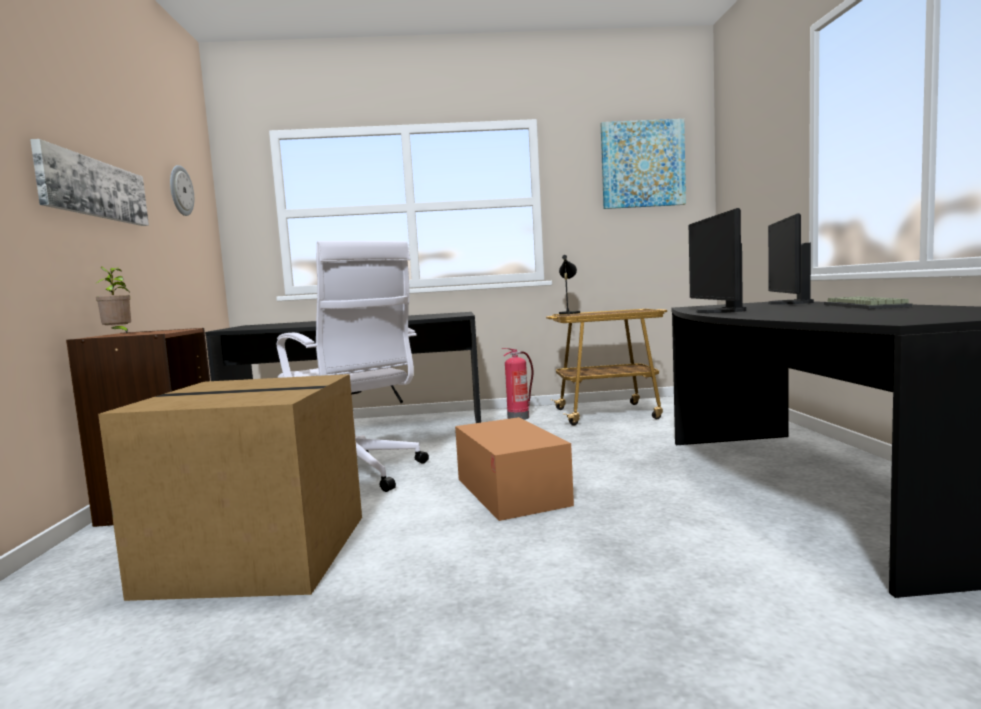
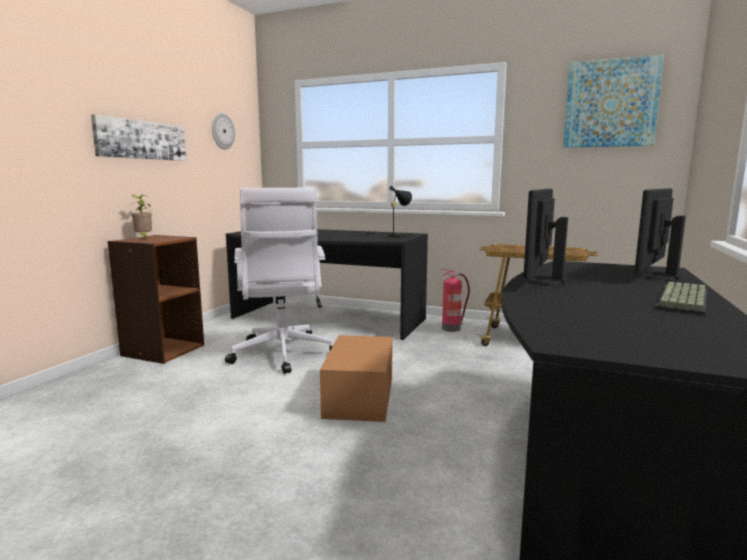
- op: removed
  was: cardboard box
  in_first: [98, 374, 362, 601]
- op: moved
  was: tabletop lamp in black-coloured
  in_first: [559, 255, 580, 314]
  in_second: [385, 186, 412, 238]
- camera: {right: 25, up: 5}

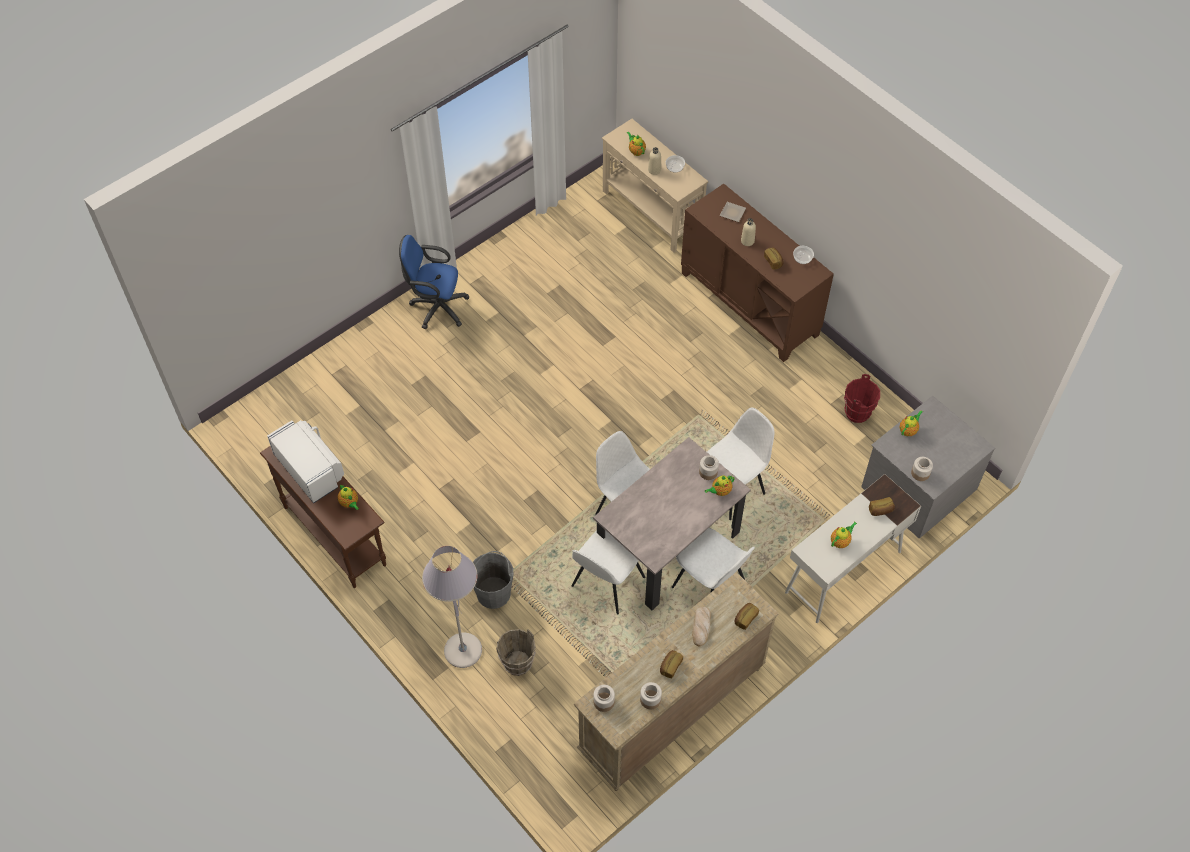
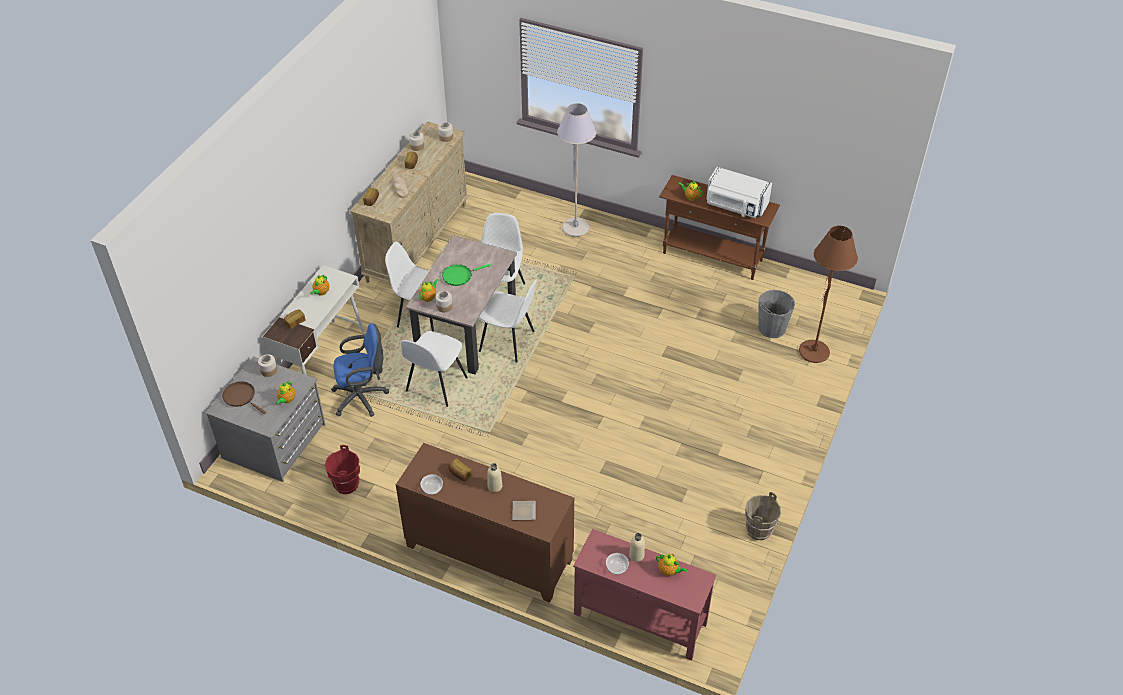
- op: moved
  was: office chair in blue-coloured
  in_first: [399, 235, 469, 329]
  in_second: [331, 323, 389, 417]
- op: moved
  was: bucket in gray
  in_first: [473, 551, 514, 609]
  in_second: [758, 290, 795, 338]
- op: moved
  was: bucket in brown
  in_first: [496, 629, 536, 676]
  in_second: [745, 492, 781, 540]
- op: recoloured
  was: narrow table in beige-coloured
  now: narrow table in reddish
  in_first: [602, 119, 708, 253]
  in_second: [573, 529, 716, 661]
- op: added
  now: pan in brown
  in_second: [222, 381, 266, 414]
- op: added
  now: pan in green
  in_second: [442, 264, 491, 286]
- op: added
  now: floor lamp in brown
  in_second: [799, 226, 858, 363]
- camera: {right: 155, up: -10}

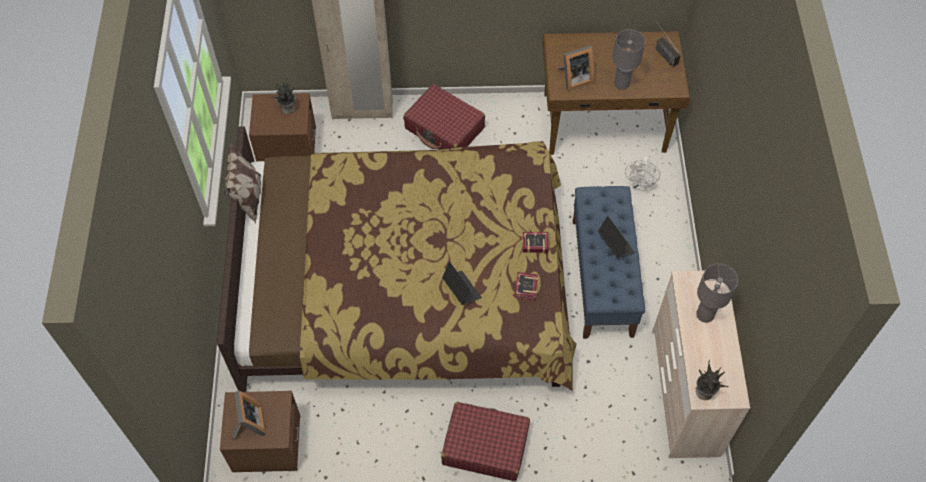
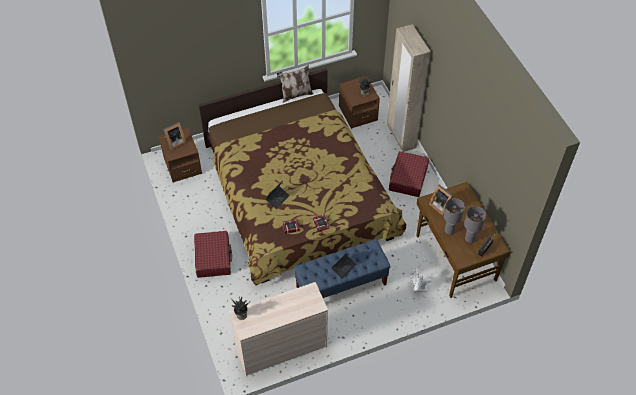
- op: moved
  was: tabletop lamp in gray
  in_first: [696, 263, 738, 323]
  in_second: [464, 206, 486, 243]
- camera: {right: 70, up: -5}

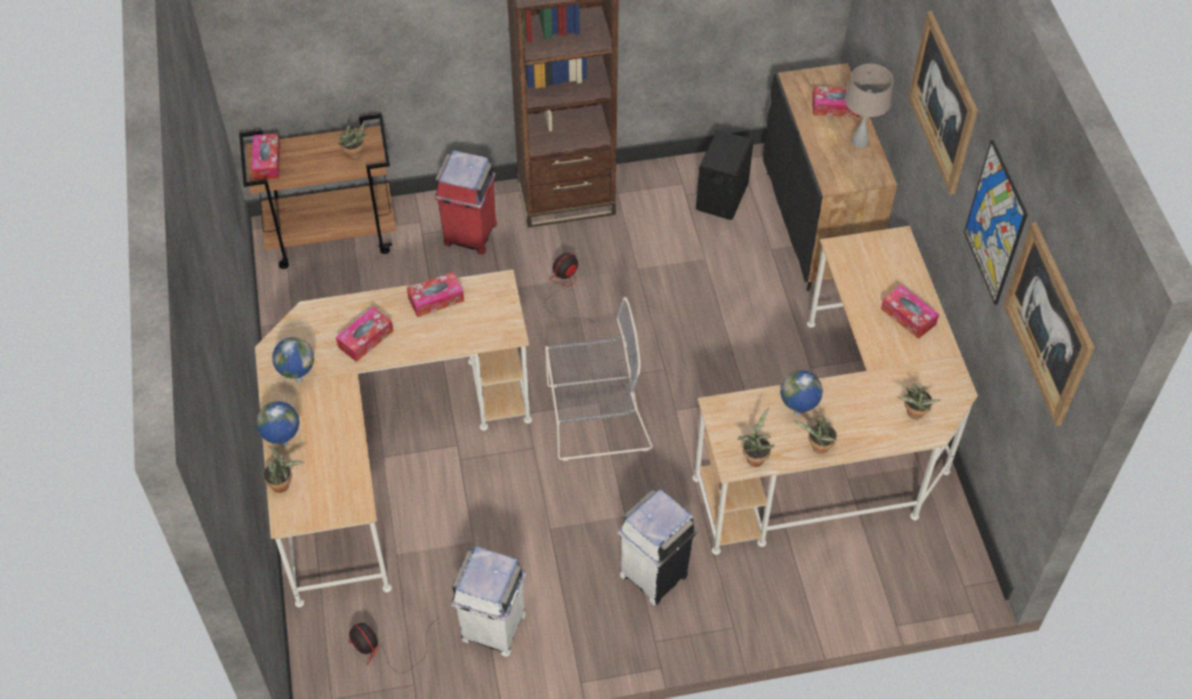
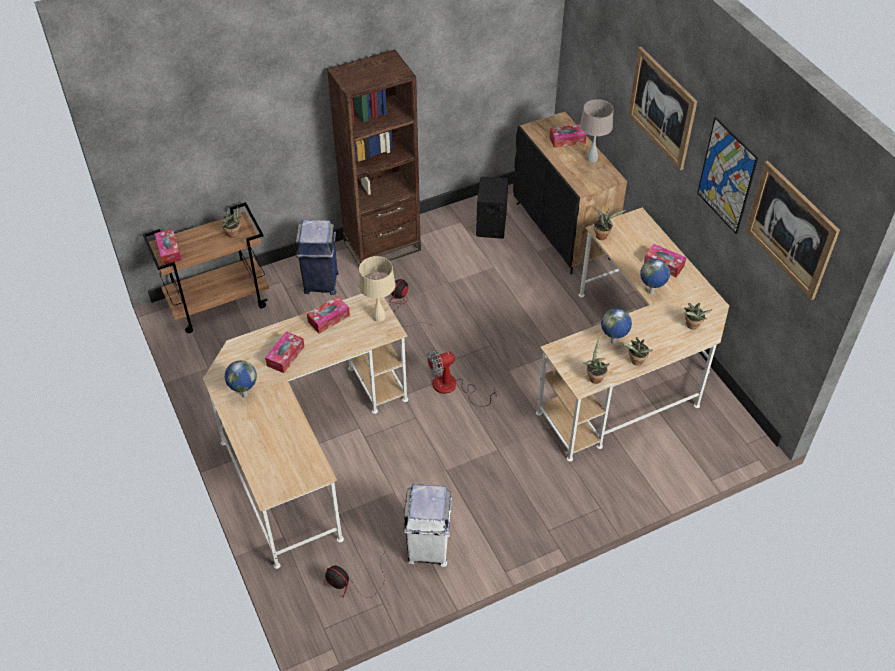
- op: moved
  was: world globe
  in_first: [256, 401, 299, 447]
  in_second: [640, 259, 670, 294]
- op: moved
  was: houseplant
  in_first: [263, 446, 305, 493]
  in_second: [594, 209, 626, 240]
- op: recoloured
  was: trash can in reddish
  now: trash can in blue-coloured
  in_first: [434, 150, 497, 255]
  in_second: [296, 220, 339, 295]
- op: replaced
  was: plain chair in gray
  now: electric fan
  in_first: [545, 297, 653, 461]
  in_second: [427, 348, 497, 407]
- op: removed
  was: trash can in white
  in_first: [618, 489, 697, 606]
- op: added
  now: tabletop lamp in beige-coloured
  in_second: [358, 256, 396, 322]
- camera: {right: -15, up: -5}

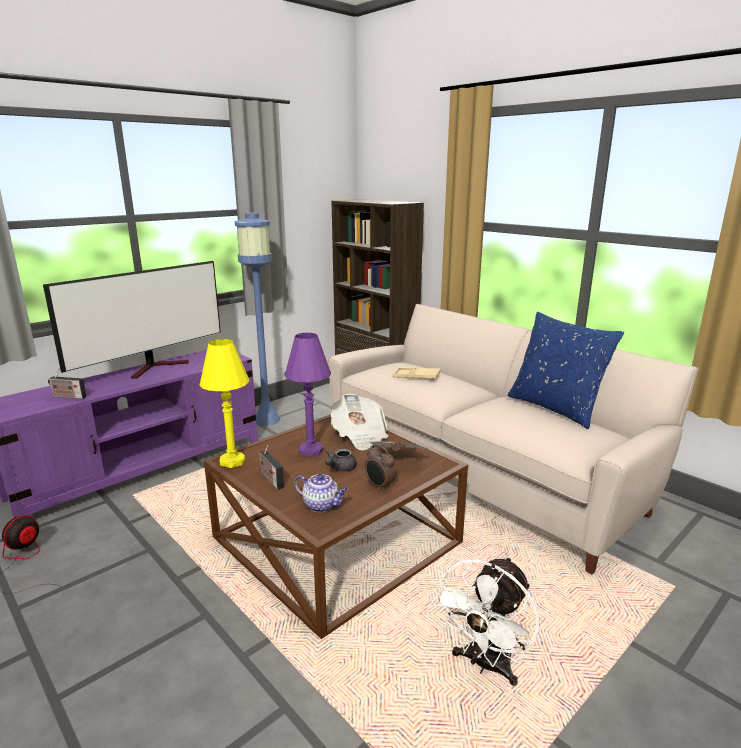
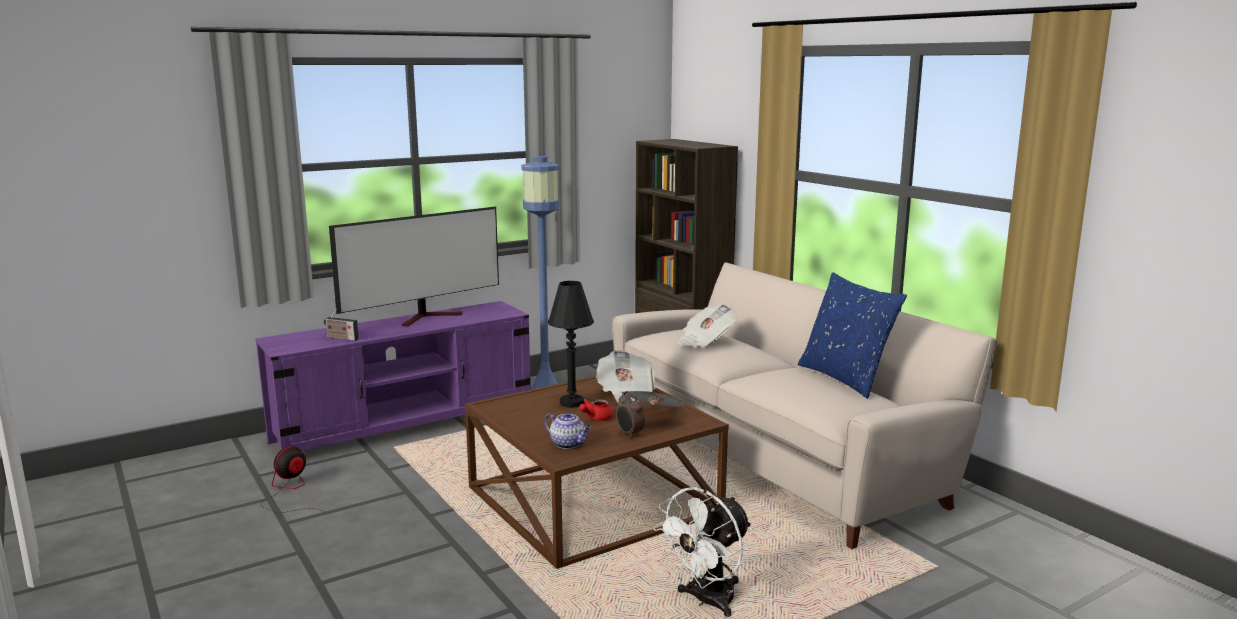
- op: removed
  was: tabletop lamp in yellowish
  in_first: [199, 339, 249, 468]
- op: removed
  was: radio
  in_first: [259, 445, 284, 490]
- op: recoloured
  was: tabletop lamp in purple-coloured
  now: tabletop lamp in black-coloured
  in_first: [284, 333, 331, 457]
  in_second: [548, 281, 594, 408]
- op: recoloured
  was: teapot in gray
  now: teapot in reddish
  in_first: [325, 449, 357, 471]
  in_second: [579, 399, 613, 421]
- op: replaced
  was: serving tray in beige-coloured
  now: daily paper
  in_first: [393, 367, 441, 380]
  in_second: [677, 304, 737, 347]
- camera: {right: 10, up: -5}

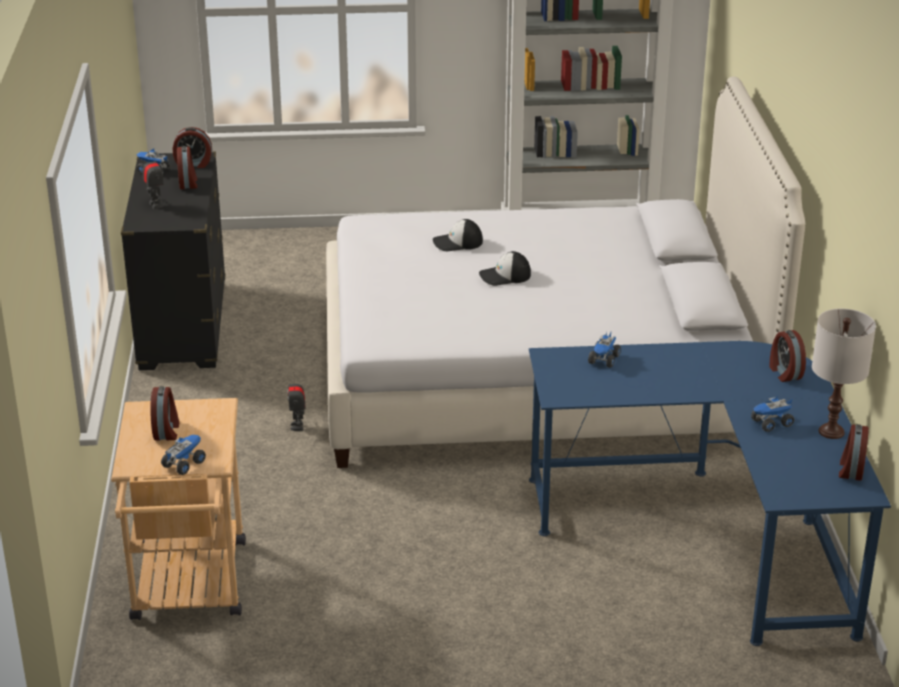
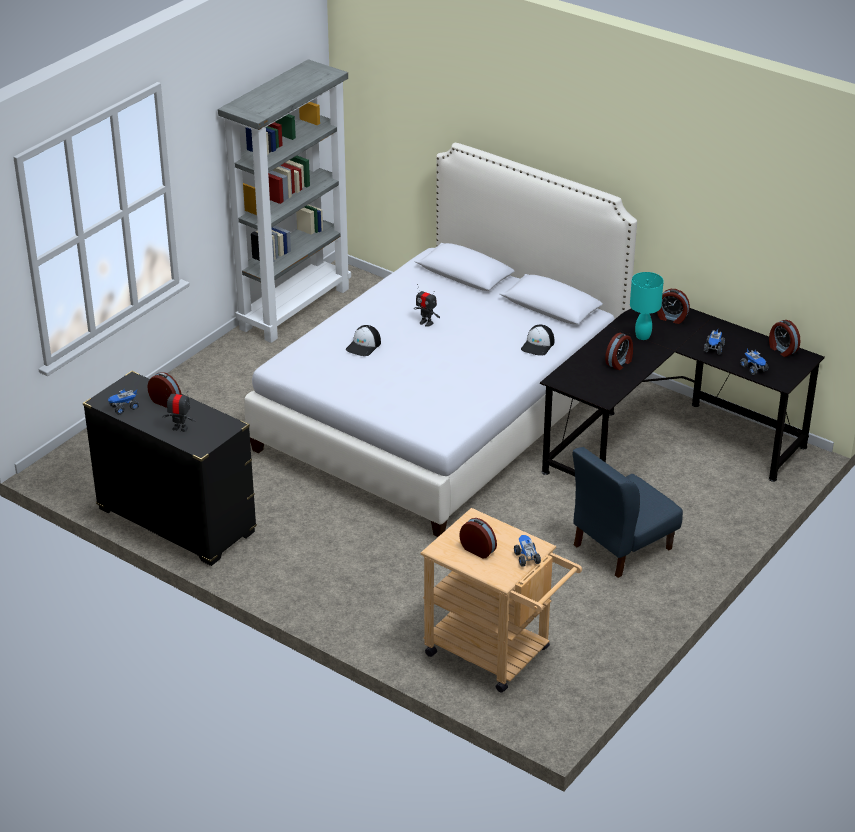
- op: moved
  was: alarm clock
  in_first: [173, 127, 212, 168]
  in_second: [605, 333, 633, 370]
- op: moved
  was: robot figure
  in_first: [287, 372, 305, 431]
  in_second: [414, 284, 440, 327]
- op: moved
  was: peaked cap
  in_first: [479, 251, 531, 286]
  in_second: [521, 325, 554, 356]
- op: recoloured
  was: desk unit in blue-coloured
  now: desk unit in black-coloured
  in_first: [529, 341, 891, 646]
  in_second: [540, 308, 825, 482]
- op: moved
  was: model truck
  in_first: [588, 332, 621, 368]
  in_second: [740, 349, 768, 375]
- op: removed
  was: tabletop lamp in white
  in_first: [812, 309, 876, 439]
- op: added
  now: plain chair in blue-coloured
  in_second: [573, 447, 683, 578]
- op: added
  now: tabletop lamp in blue-green
  in_second: [630, 272, 664, 340]
- camera: {right: -50, up: 5}

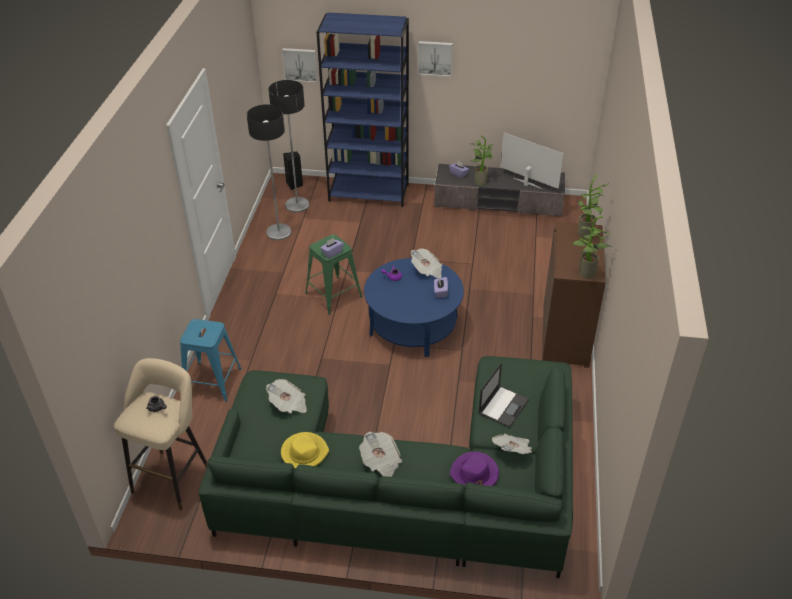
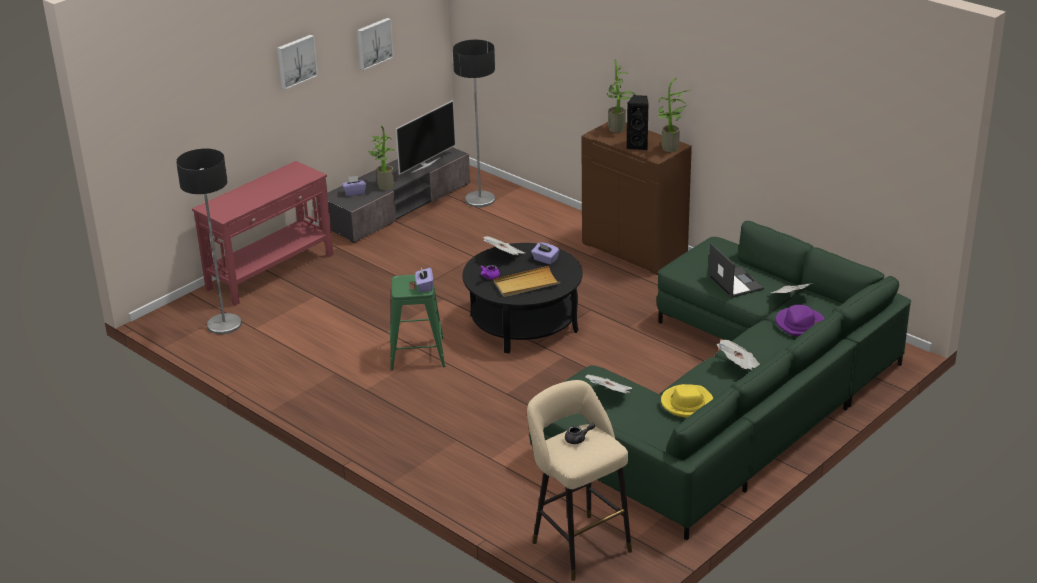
- op: removed
  was: stool in blue-coloured
  in_first: [180, 319, 242, 402]
- op: moved
  was: floor lamp
  in_first: [247, 104, 292, 240]
  in_second: [453, 40, 495, 207]
- op: moved
  was: wall picture
  in_first: [282, 48, 318, 83]
  in_second: [357, 18, 394, 70]
- op: moved
  was: loudspeaker in black-coloured
  in_first: [283, 151, 303, 190]
  in_second: [627, 95, 649, 150]
- op: replaced
  was: bookshelf in blue-coloured
  now: narrow table in reddish
  in_first: [316, 13, 409, 207]
  in_second: [192, 161, 333, 306]
- op: recoloured
  was: coffee table in blue-coloured
  now: coffee table in black-coloured
  in_first: [364, 258, 464, 357]
  in_second: [463, 243, 583, 353]
- op: turned
  was: television
  in_first: [501, 133, 564, 189]
  in_second: [396, 100, 456, 175]
  clockwise: 150
- op: added
  now: serving tray in beige-coloured
  in_second: [494, 266, 561, 297]
- camera: {right: -55, up: -10}

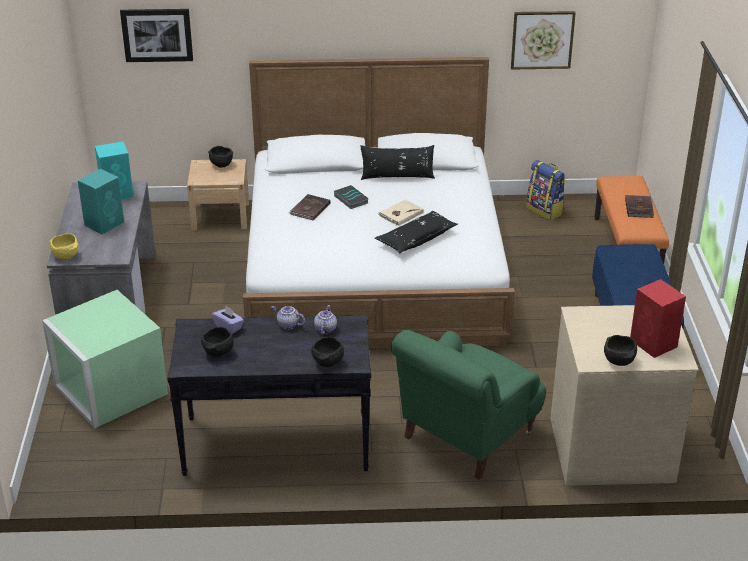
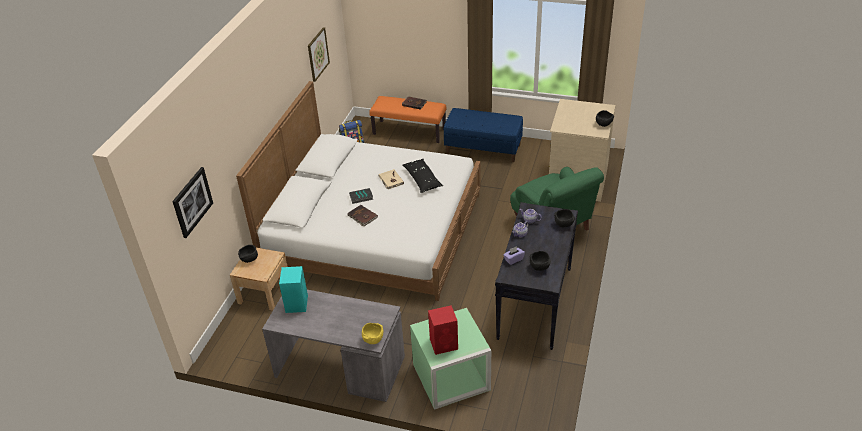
- op: removed
  was: loudspeaker in blue-green
  in_first: [78, 169, 124, 234]
- op: removed
  was: throw pillow in black-coloured
  in_first: [360, 145, 435, 180]
- op: moved
  was: loudspeaker in reddish
  in_first: [630, 279, 686, 358]
  in_second: [428, 305, 458, 355]
- camera: {right: -70, up: 5}

